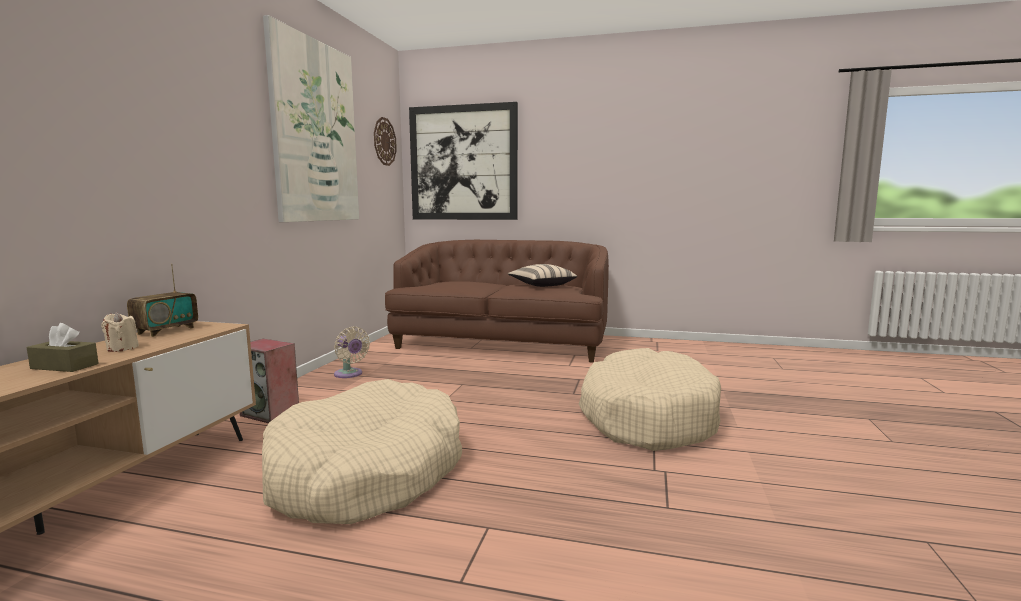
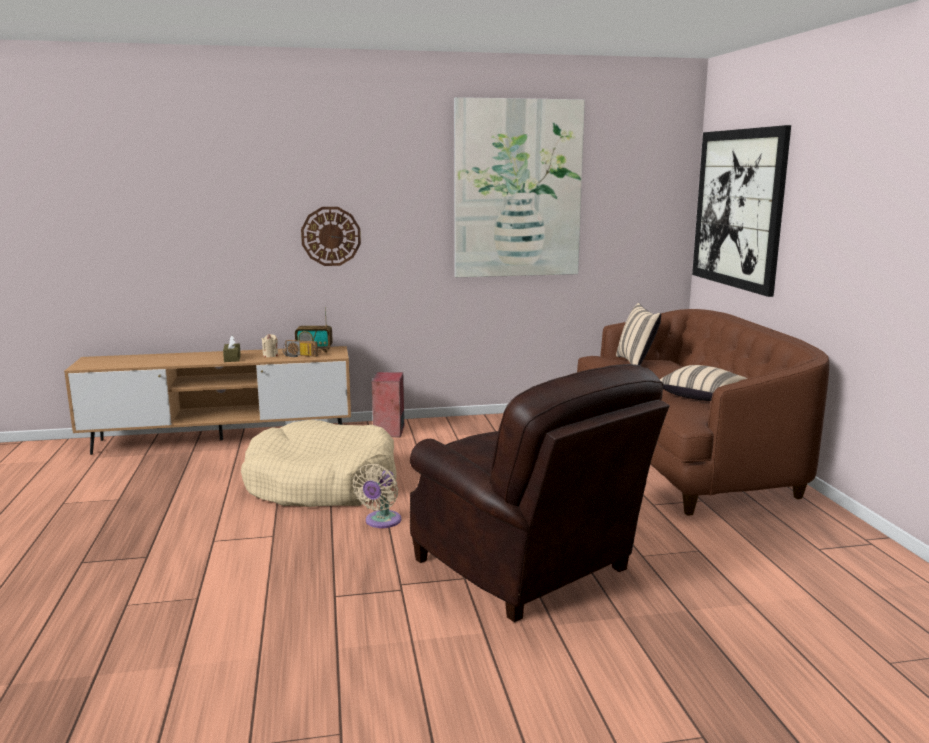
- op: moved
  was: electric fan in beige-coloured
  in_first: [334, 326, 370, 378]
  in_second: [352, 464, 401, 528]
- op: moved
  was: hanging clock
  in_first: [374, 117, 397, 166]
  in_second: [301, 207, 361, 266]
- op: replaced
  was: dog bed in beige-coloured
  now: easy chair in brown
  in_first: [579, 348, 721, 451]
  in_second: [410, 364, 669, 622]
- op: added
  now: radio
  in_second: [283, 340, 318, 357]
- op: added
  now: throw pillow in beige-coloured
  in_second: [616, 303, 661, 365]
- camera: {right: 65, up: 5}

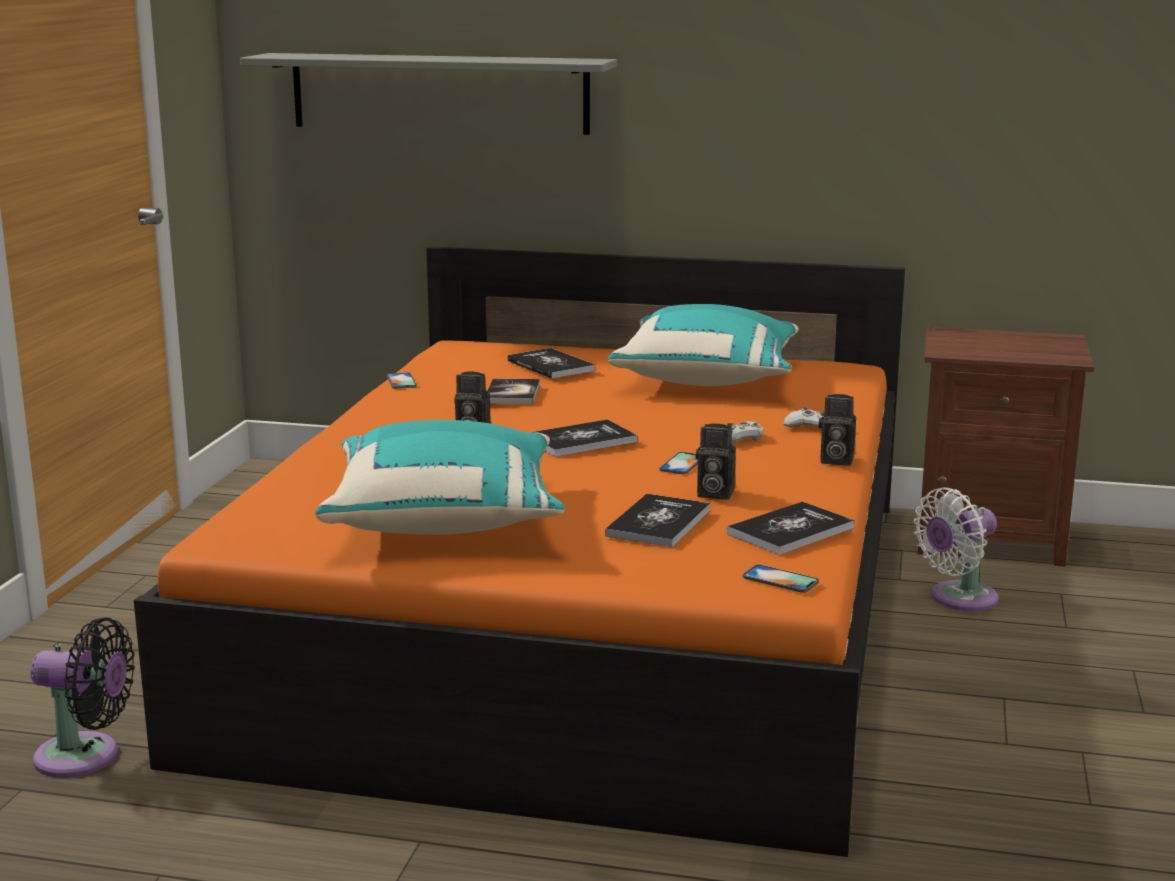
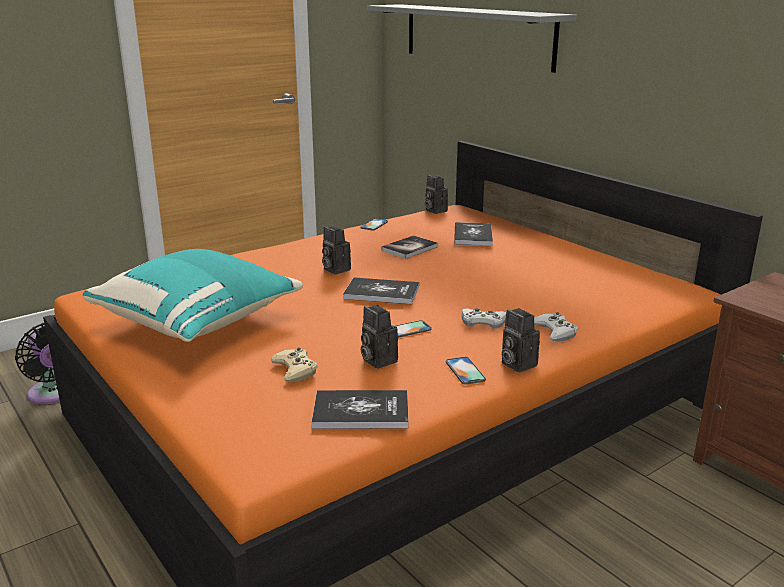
- op: replaced
  was: volume
  now: joypad in beige-coloured
  in_first: [605, 494, 710, 547]
  in_second: [271, 347, 317, 382]
- op: removed
  was: throw pillow in blue-green
  in_first: [608, 304, 799, 386]
- op: moved
  was: telephone
  in_first: [743, 565, 819, 593]
  in_second: [446, 357, 486, 385]
- op: removed
  was: electric fan in white
  in_first: [913, 487, 999, 611]
- op: added
  now: photo camera
  in_second: [425, 175, 448, 214]
- camera: {right: 40, up: 5}

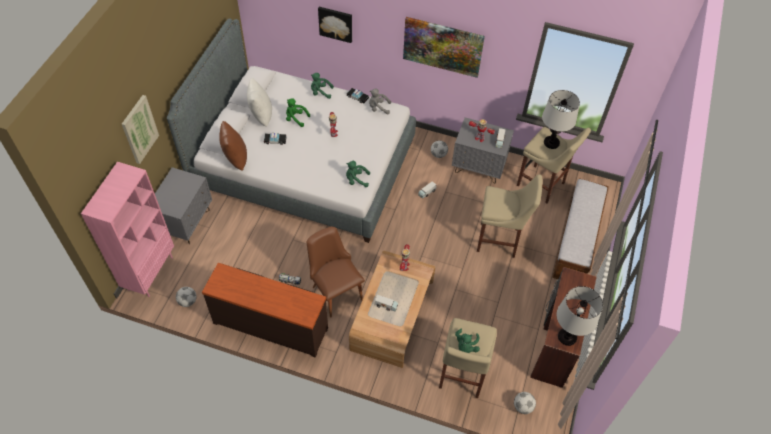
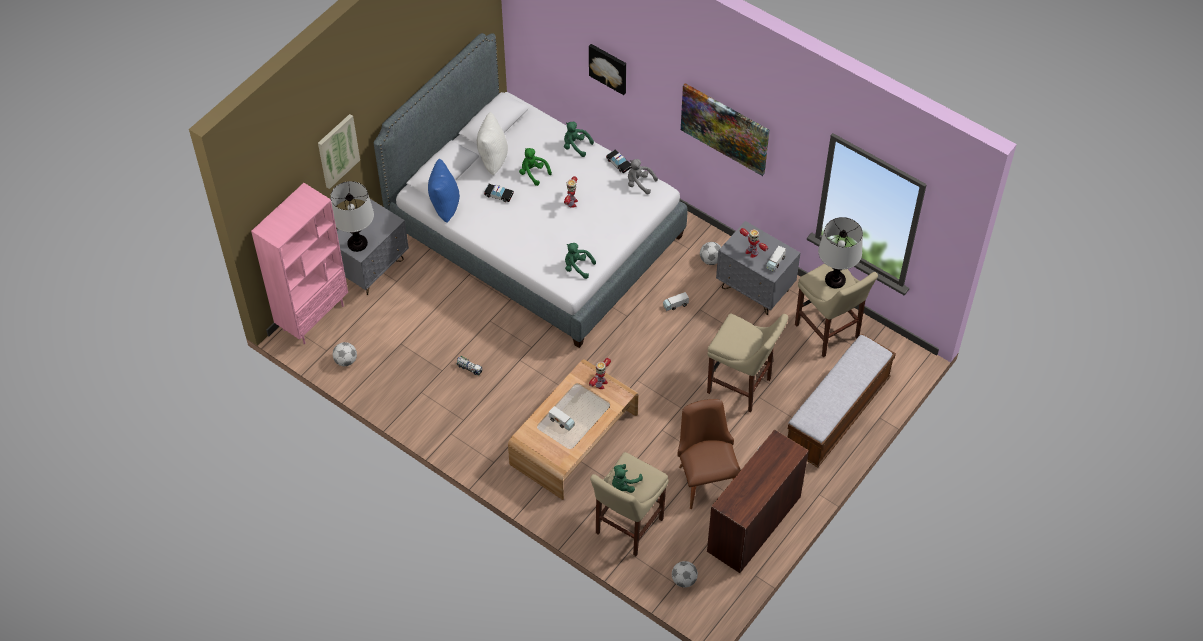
- op: removed
  was: drawer chest in brown
  in_first: [202, 263, 328, 358]
- op: recoloured
  was: throw pillow in brown
  now: throw pillow in blue-coloured
  in_first: [219, 121, 247, 171]
  in_second: [428, 159, 460, 223]
- op: moved
  was: plain chair in brown
  in_first: [307, 227, 365, 317]
  in_second: [678, 399, 741, 509]
- op: moved
  was: tabletop lamp
  in_first: [557, 286, 603, 346]
  in_second: [330, 181, 374, 252]
- camera: {right: 20, up: 0}

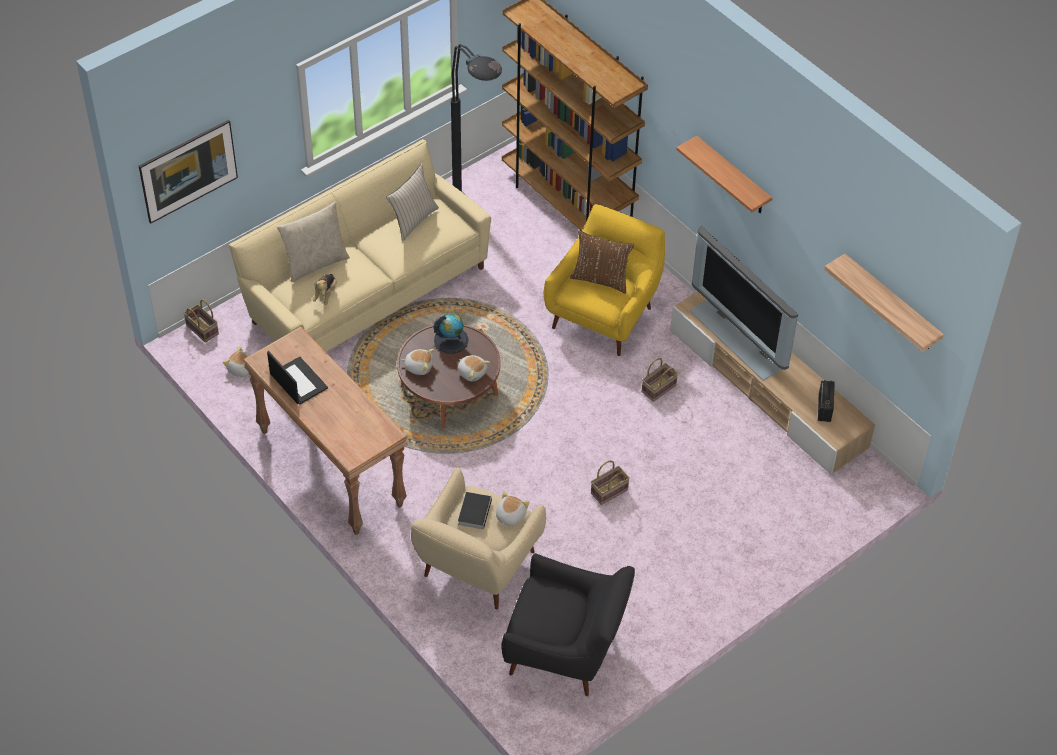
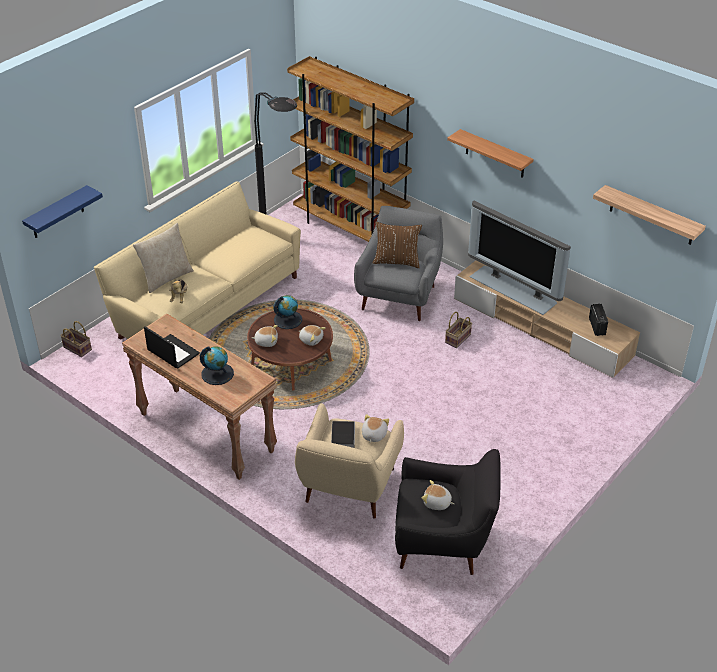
- op: replaced
  was: wall picture
  now: shelf in blue-coloured
  in_first: [139, 120, 238, 224]
  in_second: [22, 185, 103, 238]
- op: moved
  was: soft toy
  in_first: [223, 346, 250, 377]
  in_second: [422, 480, 454, 510]
- op: removed
  was: throw pillow in beige-coloured
  in_first: [386, 164, 439, 241]
- op: recoloured
  was: easy chair in yellowish
  now: easy chair in gray
  in_first: [544, 204, 665, 356]
  in_second: [354, 206, 443, 321]
- op: removed
  was: basket
  in_first: [591, 461, 630, 505]
- op: added
  now: world globe
  in_second: [200, 346, 234, 385]
- camera: {right: -10, up: -10}

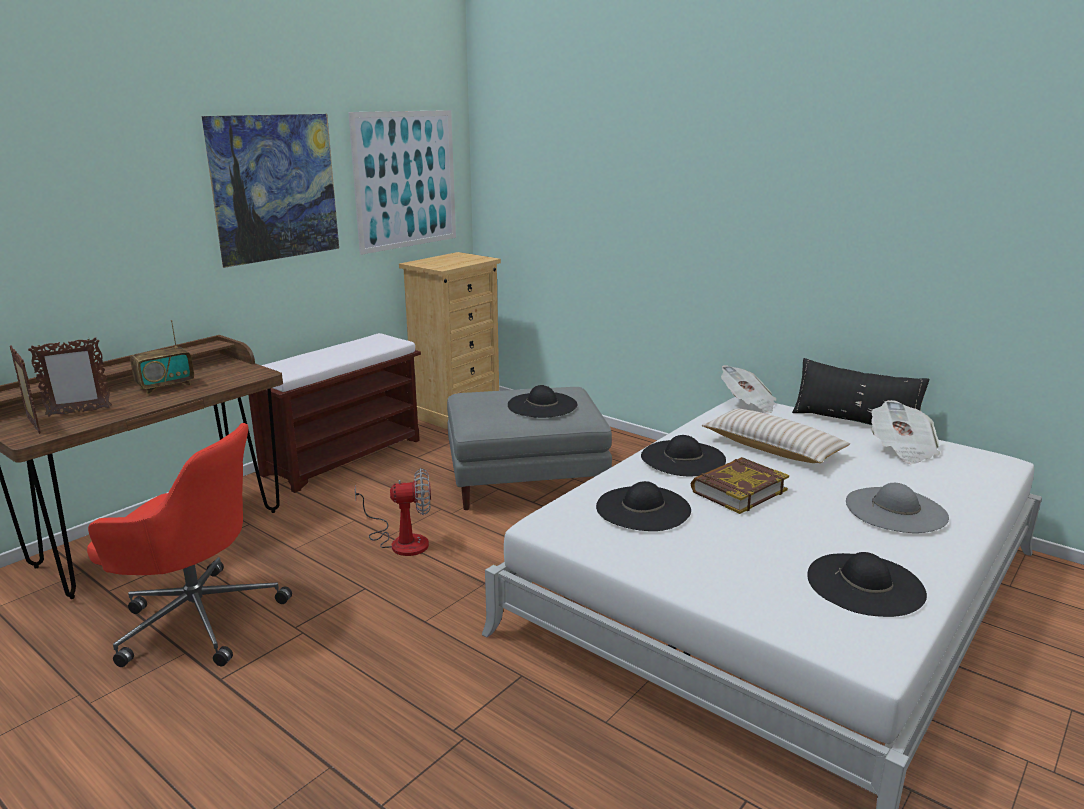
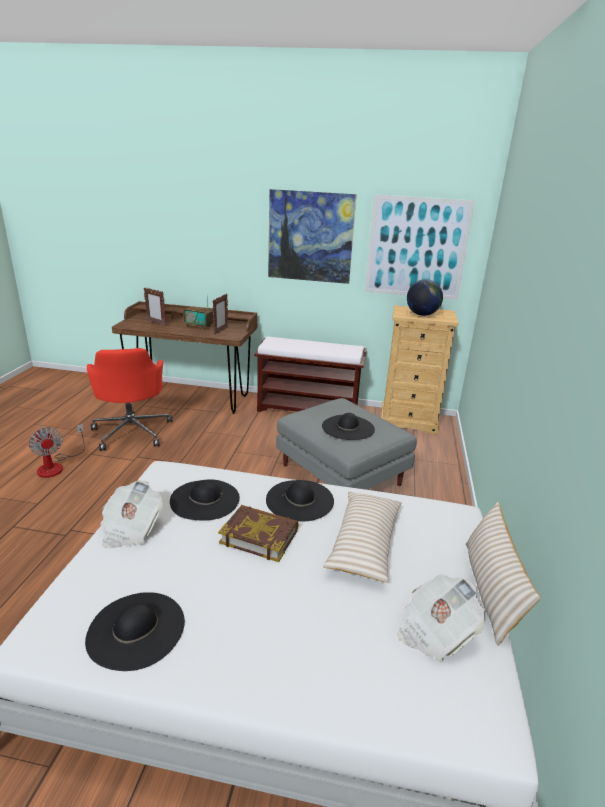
- op: moved
  was: picture frame
  in_first: [10, 345, 41, 434]
  in_second: [213, 293, 228, 335]
- op: moved
  was: electric fan
  in_first: [355, 468, 431, 556]
  in_second: [29, 424, 85, 478]
- op: moved
  was: daily paper
  in_first: [721, 365, 776, 413]
  in_second: [100, 481, 163, 548]
- op: recoloured
  was: throw pillow in black-coloured
  now: throw pillow in beige-coloured
  in_first: [792, 358, 929, 425]
  in_second: [466, 502, 541, 646]
- op: removed
  was: hat in gray
  in_first: [846, 483, 949, 533]
- op: added
  now: world globe
  in_second: [407, 279, 443, 316]
- camera: {right: 60, up: 5}

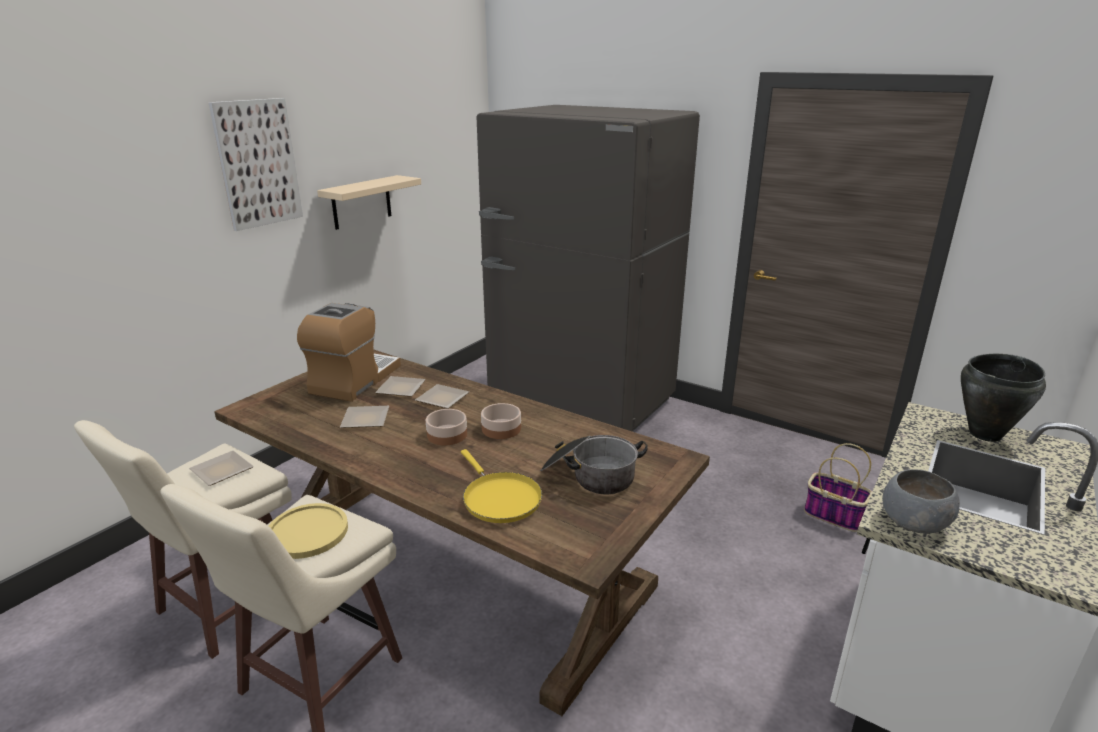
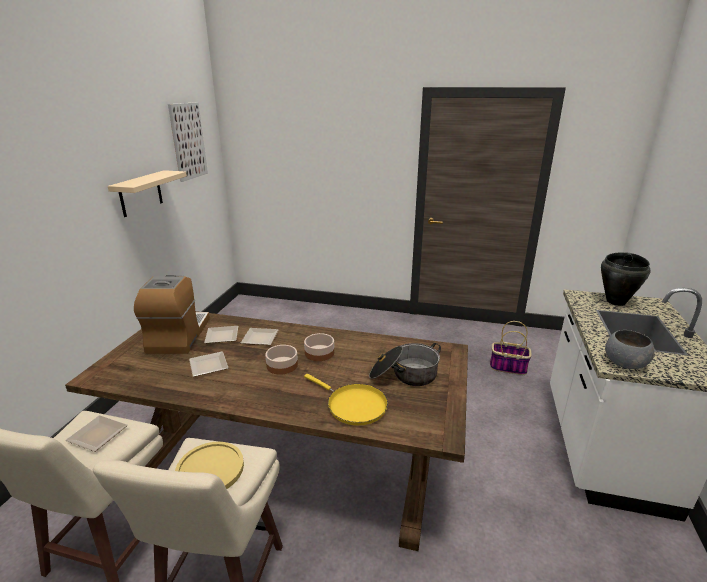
- op: moved
  was: wall picture
  in_first: [209, 98, 303, 231]
  in_second: [168, 102, 208, 182]
- op: removed
  was: refrigerator in gray
  in_first: [477, 105, 700, 432]
- camera: {right: -20, up: 0}

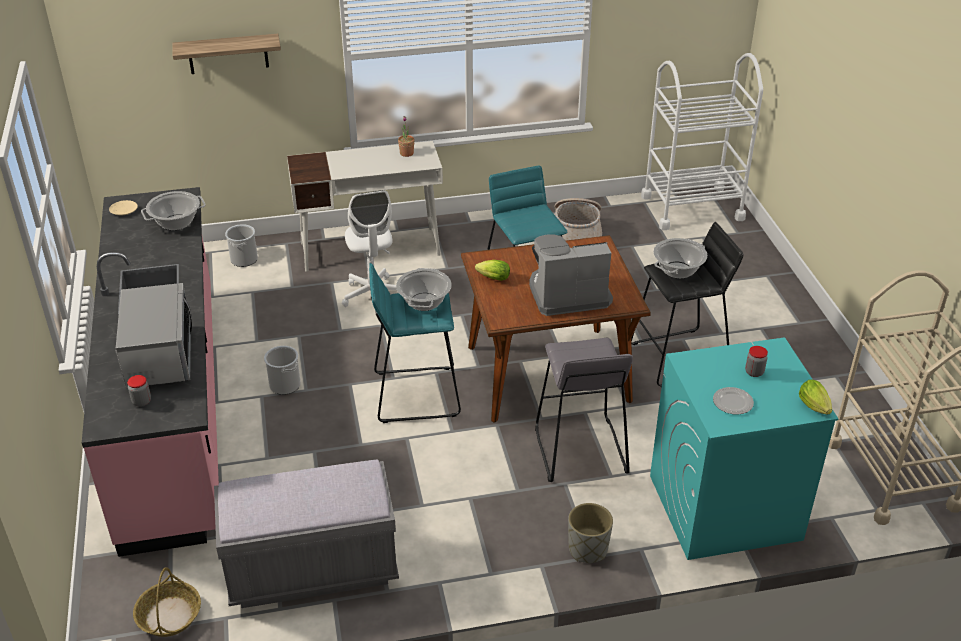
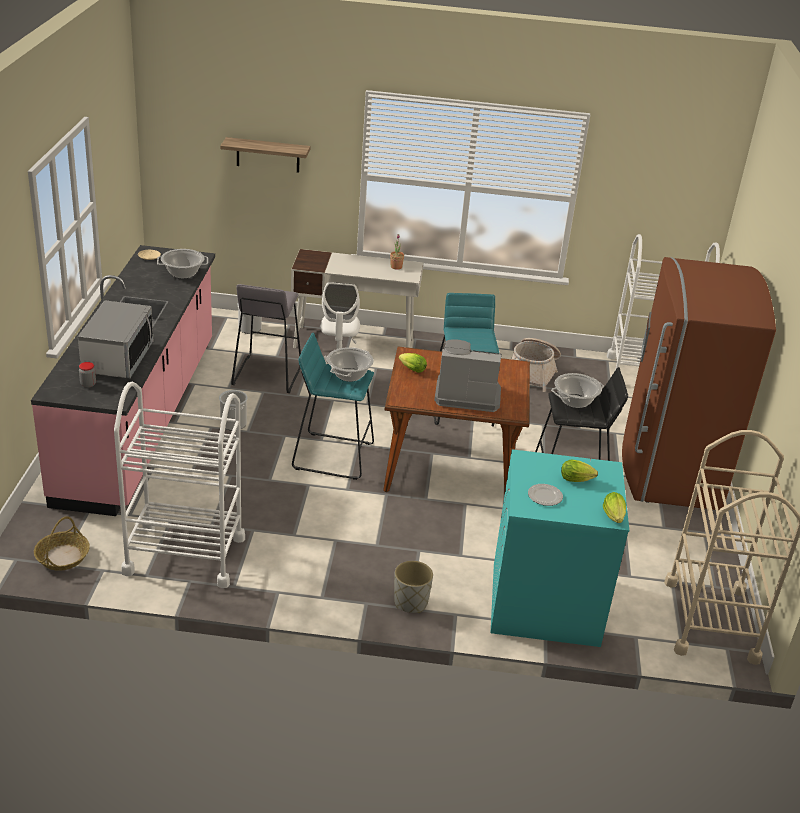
- op: replaced
  was: long seat in gray
  now: cart in white
  in_first: [214, 460, 399, 608]
  in_second: [114, 382, 245, 588]
- op: moved
  was: stool in gray
  in_first: [535, 338, 633, 482]
  in_second: [231, 284, 301, 393]
- op: replaced
  was: storage jar
  now: head of lettuce
  in_first: [745, 346, 768, 377]
  in_second: [561, 460, 598, 482]
- op: added
  now: refrigerator in brown
  in_second: [622, 257, 776, 510]
- camera: {right: 15, up: -5}

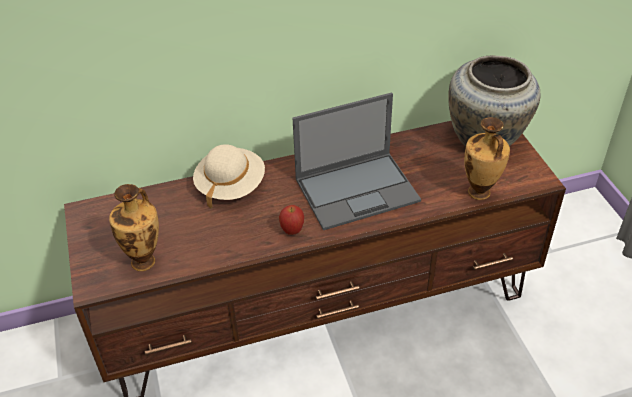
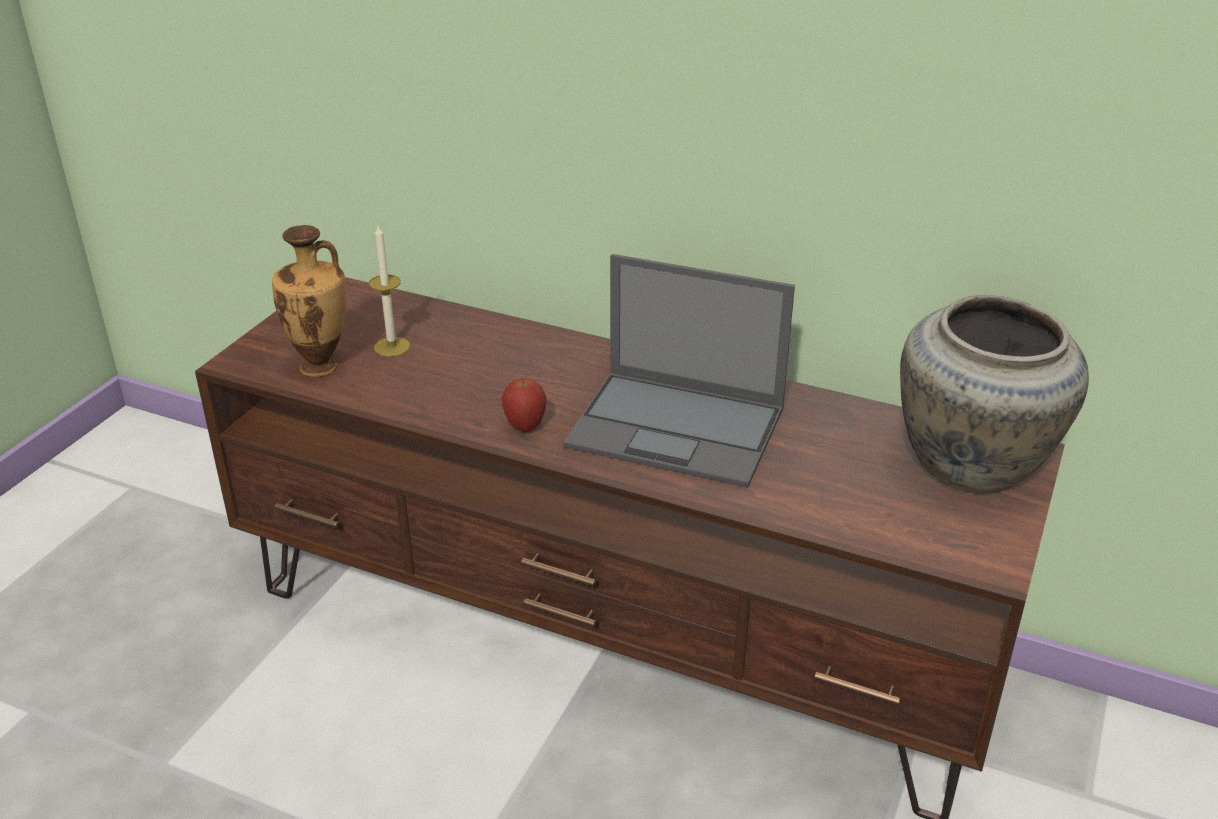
- op: removed
  was: hat in beige-coloured
  in_first: [193, 144, 265, 208]
- op: removed
  was: flower vase
  in_first: [464, 117, 510, 200]
- op: added
  now: wax candle
  in_second: [369, 226, 410, 357]
- camera: {right: 40, up: -10}

